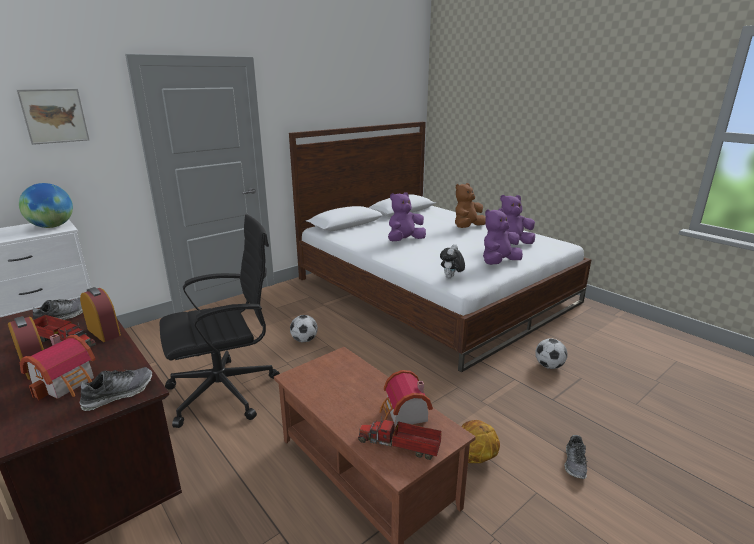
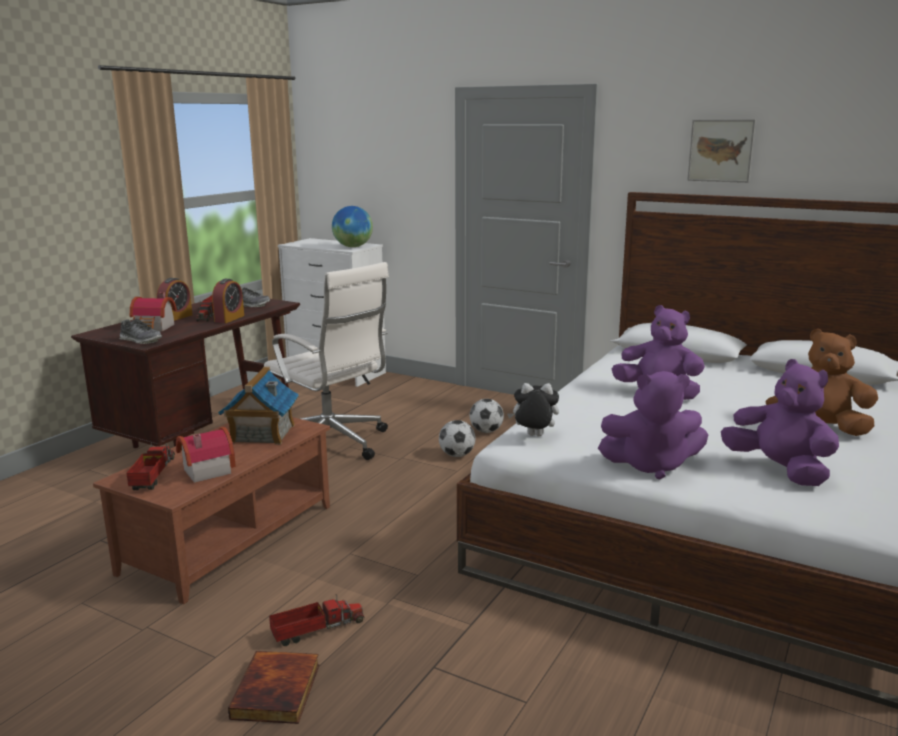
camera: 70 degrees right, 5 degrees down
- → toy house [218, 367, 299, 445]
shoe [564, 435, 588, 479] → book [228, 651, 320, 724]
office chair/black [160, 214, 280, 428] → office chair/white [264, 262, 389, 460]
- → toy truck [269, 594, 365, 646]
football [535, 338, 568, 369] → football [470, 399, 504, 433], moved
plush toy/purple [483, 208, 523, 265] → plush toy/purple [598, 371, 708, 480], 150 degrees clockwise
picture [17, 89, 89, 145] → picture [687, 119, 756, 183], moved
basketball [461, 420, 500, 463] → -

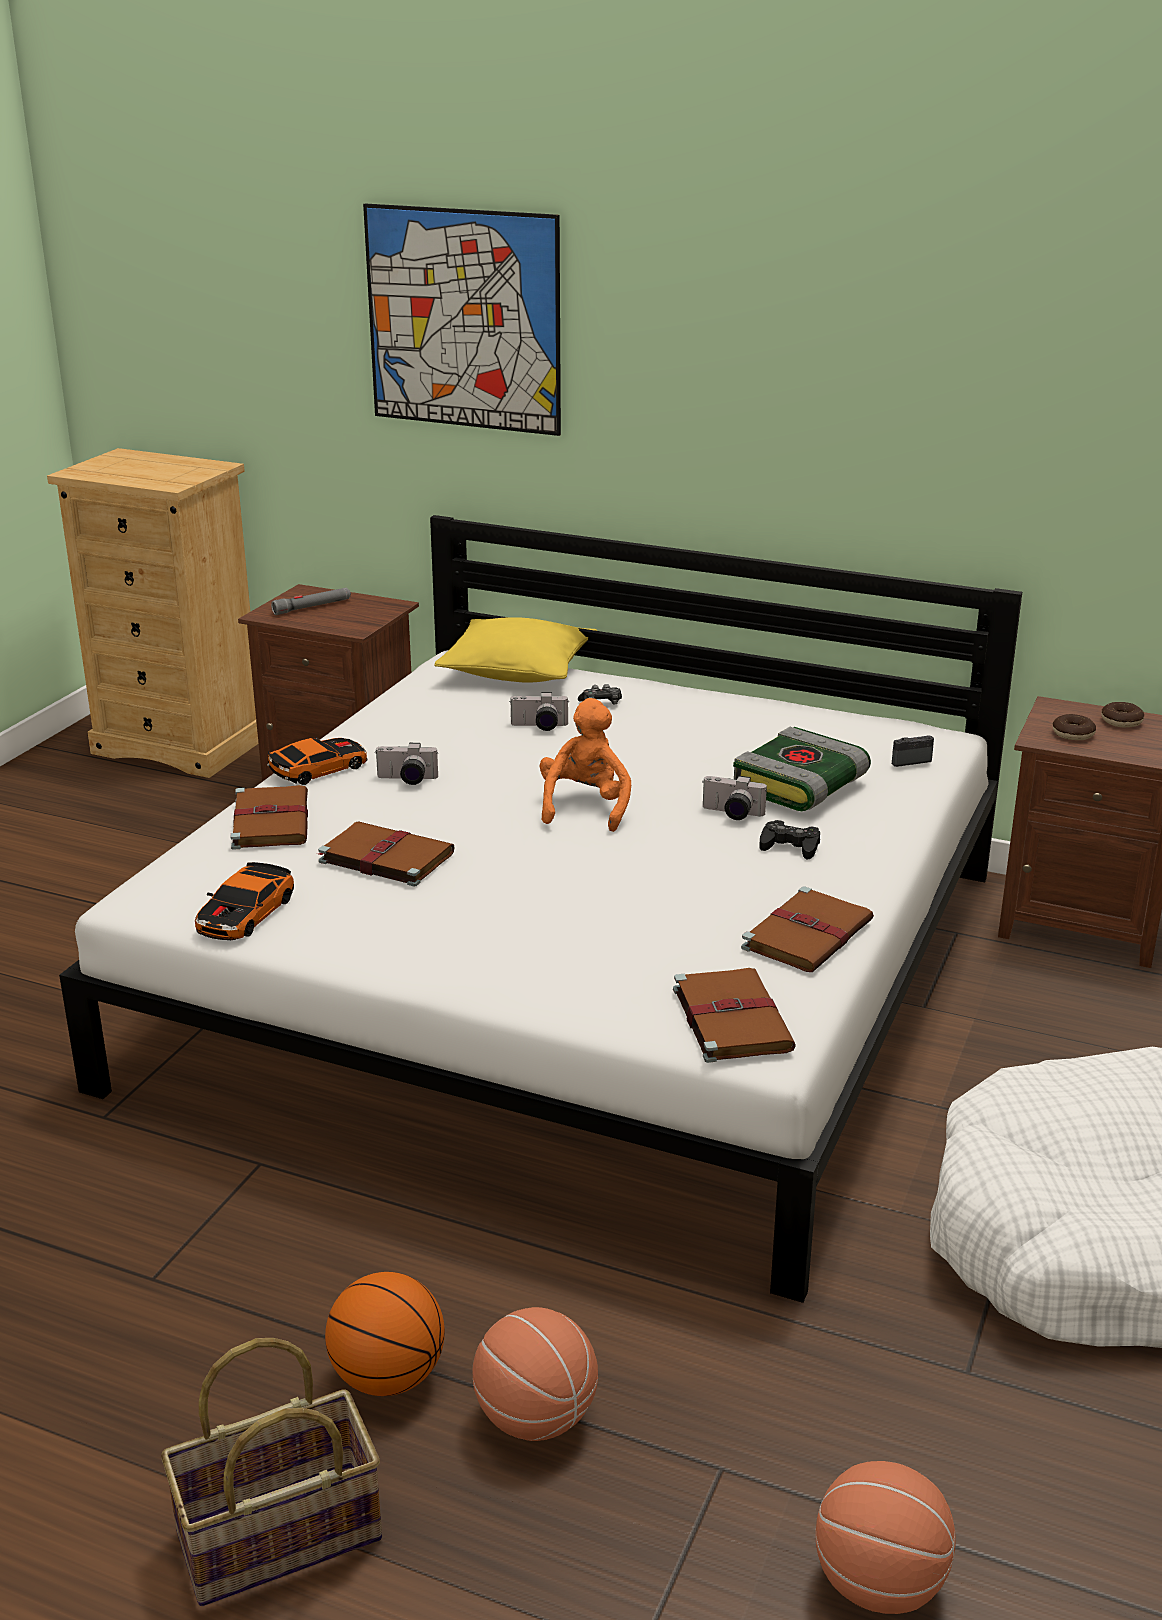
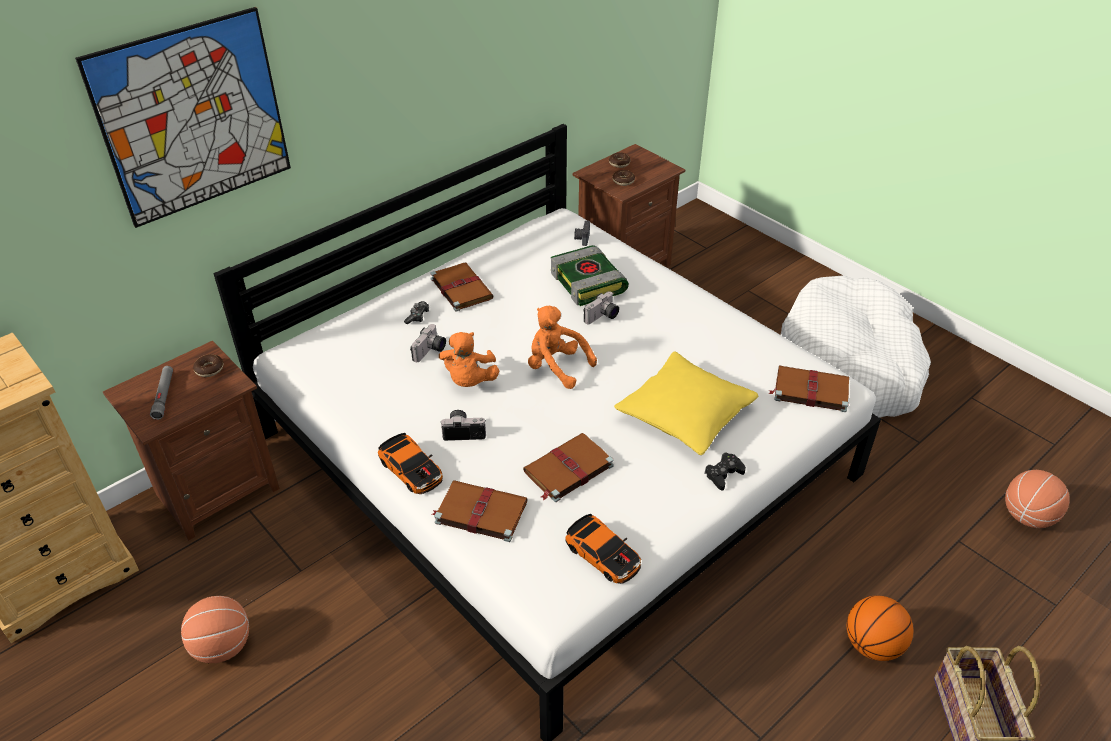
camera: 65 degrees left, 15 degrees up
basketball [472, 1307, 598, 1441] → basketball [181, 596, 249, 663], moved
- → donut [193, 354, 224, 377]
toy car [267, 737, 368, 785] → toy car [378, 433, 443, 494], 150 degrees clockwise
book/brown [741, 886, 874, 972] → book/brown [430, 263, 494, 312], moved
- → plush toy/orange [439, 332, 499, 387]
photo camera [375, 743, 438, 785] → photo camera [440, 410, 486, 441], 120 degrees counterclockwise
pillow/yellow [434, 617, 597, 682] → pillow/yellow [614, 351, 758, 455], moved
game controller/black [759, 820, 820, 860] → game controller/black [704, 452, 746, 490], moved

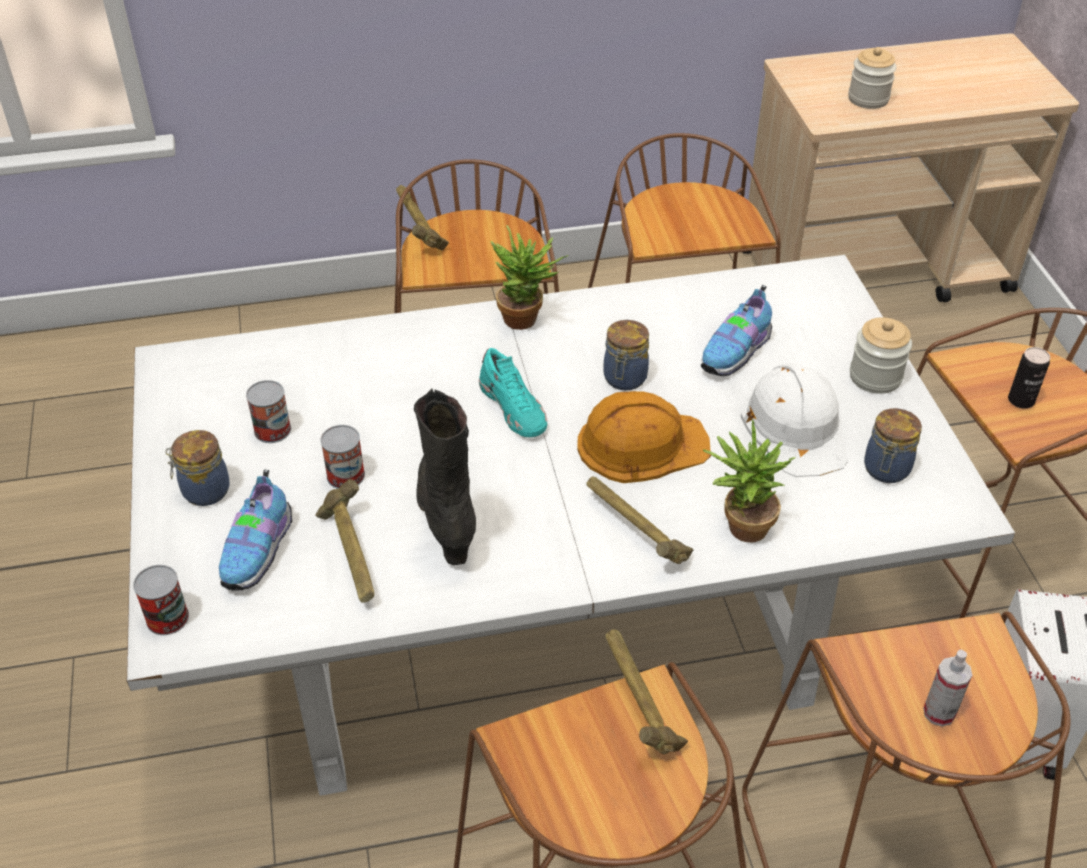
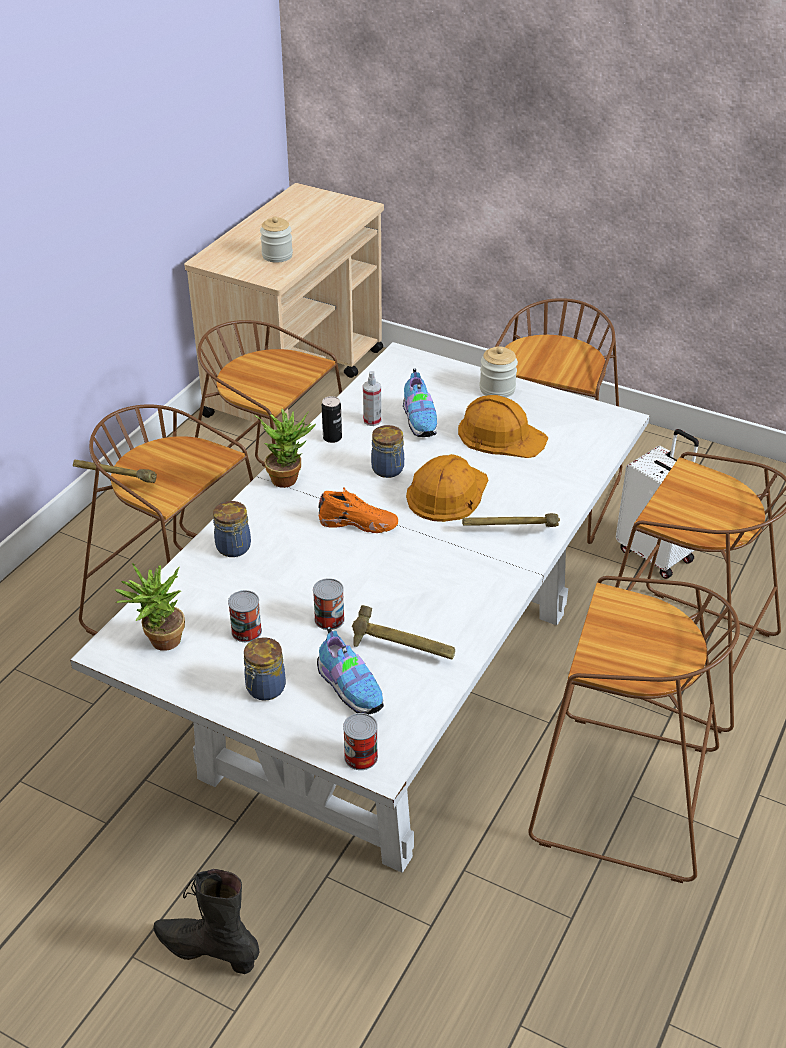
camera: 50 degrees left, 5 degrees down
potted plant [702, 420, 796, 543] → potted plant [115, 563, 185, 651], moved
boot/black [414, 388, 476, 565] → boot/black [153, 869, 260, 974], moved
jar [864, 408, 922, 483] → jar [213, 501, 251, 557], moved
shoe/turquoise [479, 348, 547, 437] → shoe/orange [318, 487, 398, 533]
can [1008, 347, 1050, 408] → can [322, 396, 342, 443], moved
spray bottle [923, 650, 972, 726] → spray bottle [363, 371, 381, 426], moved
hard hat/white [740, 363, 848, 477] → hard hat/orange [458, 395, 548, 458]
hammer [606, 629, 688, 754] → -

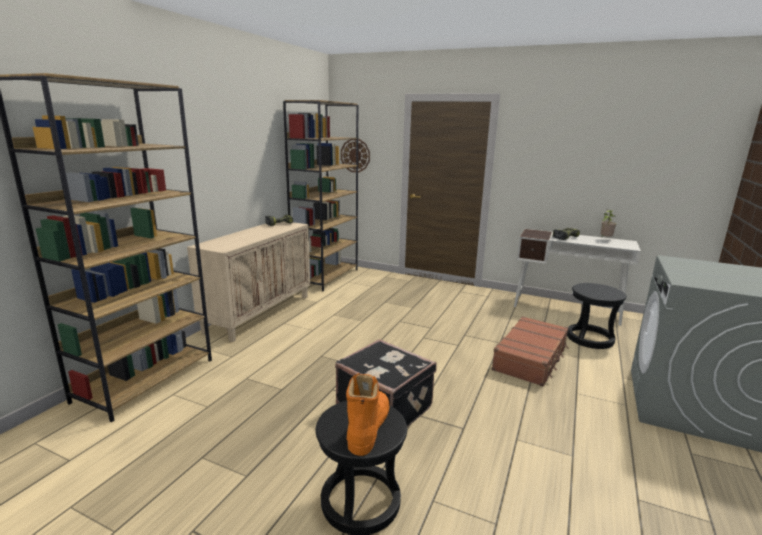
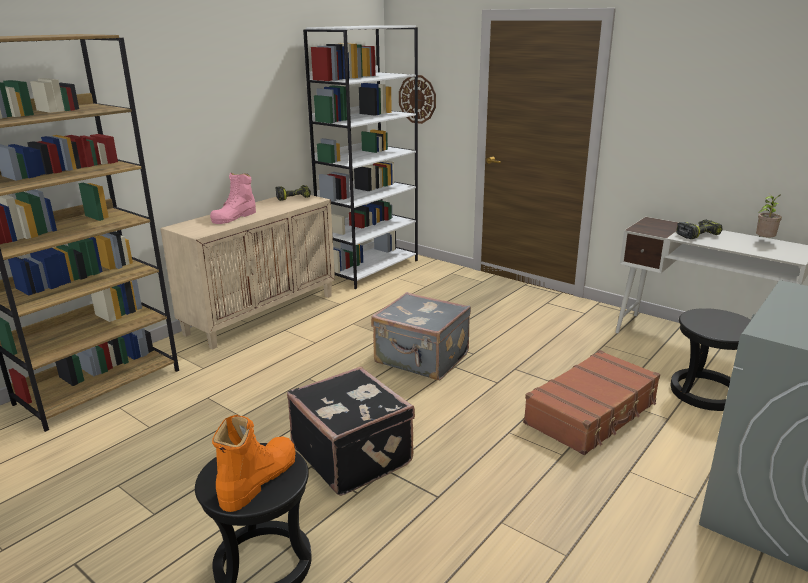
camera: 15 degrees right, 5 degrees up
- → boot/pink [210, 173, 256, 224]
bookcase/brown [283, 100, 358, 291] → bookcase/white [303, 25, 418, 289]
- → suitcase/grey [371, 292, 471, 380]

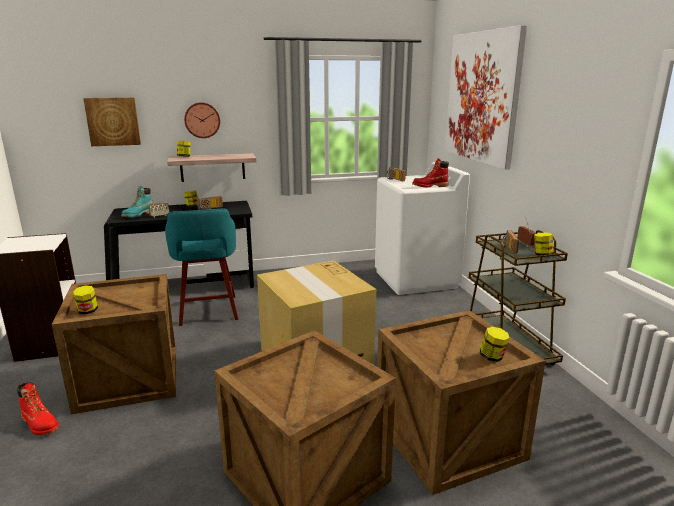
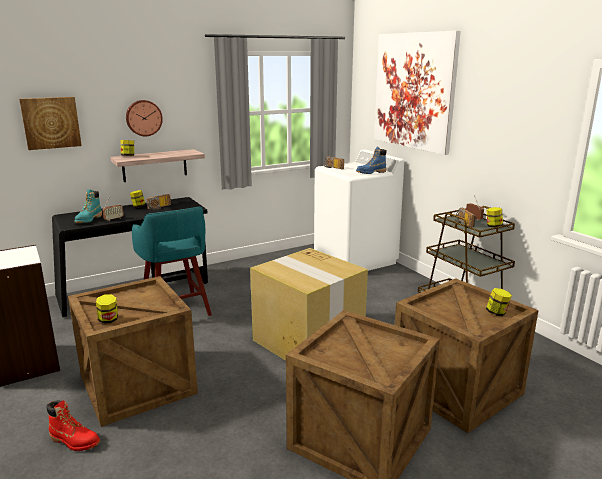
camera: 15 degrees left, 0 degrees up
boot/red [412, 158, 449, 188] → boot/blue [356, 147, 387, 174]

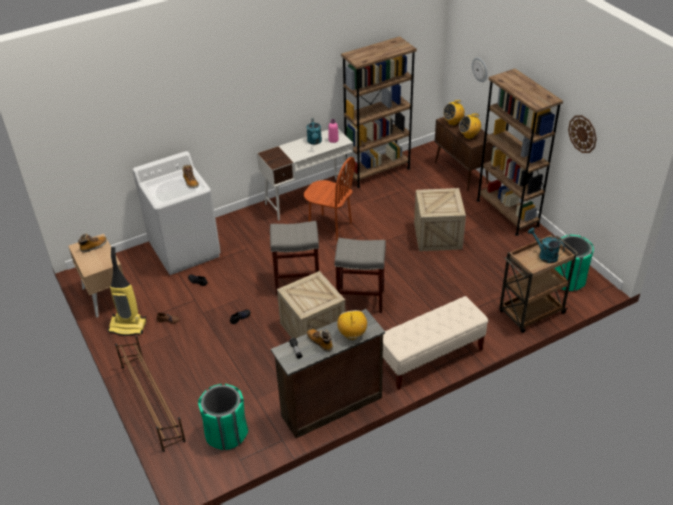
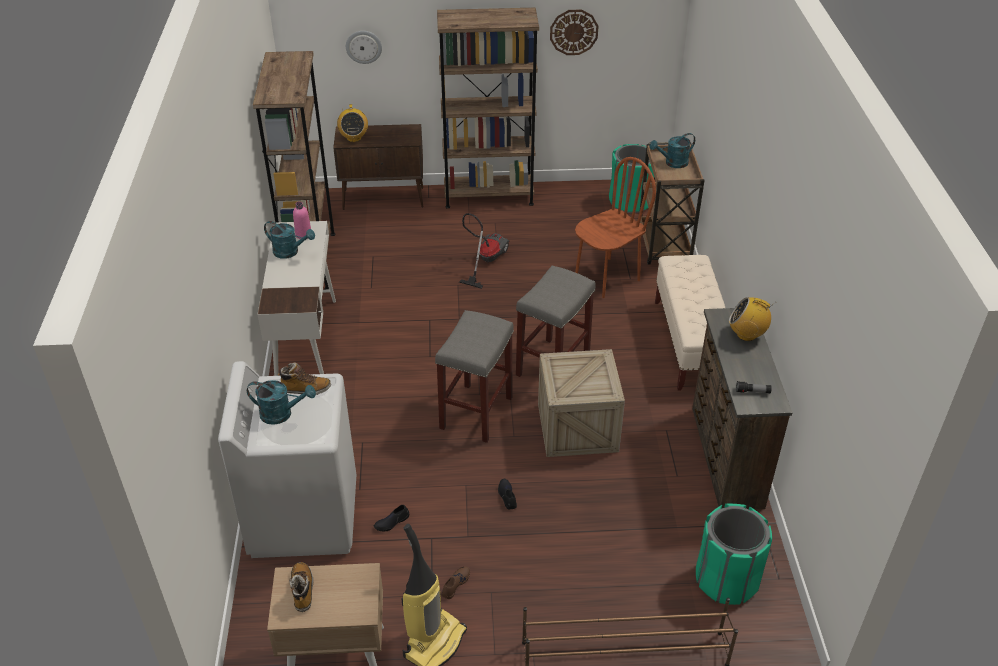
camera: 65 degrees left, 0 degrees up
- → watering can/turquoise [247, 380, 316, 425]
crate [414, 188, 466, 251] → vacuum cleaner [459, 213, 510, 289]
chair/brown [304, 157, 355, 241] → chair/brown [575, 157, 656, 298], moved
boot [307, 329, 333, 352] → -
radio [459, 114, 481, 139] → -

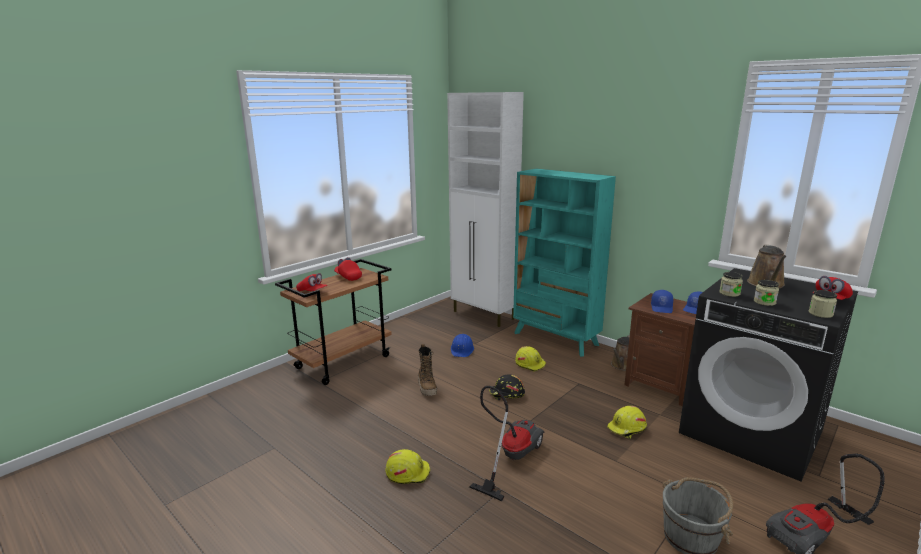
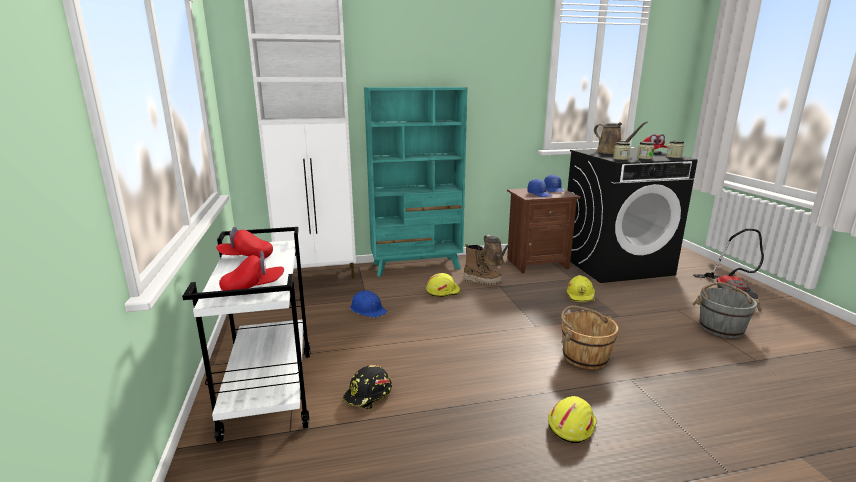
camera: 55 degrees left, 0 degrees up
cart/brown [275, 259, 392, 385] → cart/white [182, 227, 310, 442]
hard hat/black [489, 374, 525, 400] → hard hat/black [343, 365, 392, 410], moved
boot [418, 344, 437, 396] → boot [464, 243, 502, 285], moved
vacuum cleaner [469, 386, 545, 501] → bucket/brown [561, 306, 619, 370]

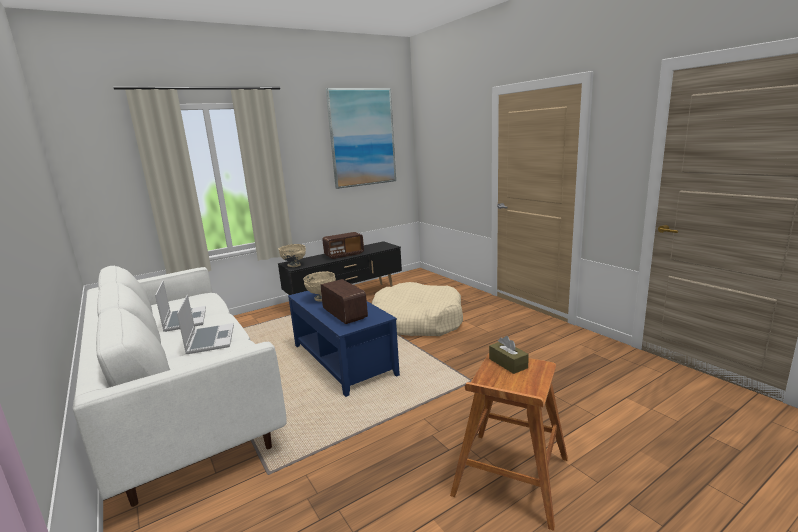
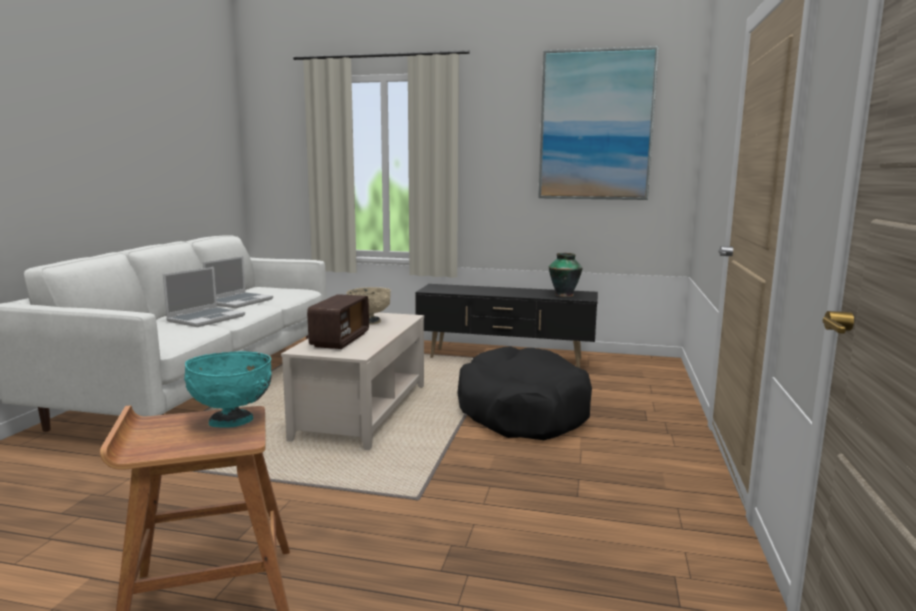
camera: 45 degrees right, 5 degrees down
tissue box/brown [489, 336, 529, 374] → bowl/turquoise [184, 351, 272, 427]
coffee table/blue [288, 291, 400, 397] → coffee table/beige [281, 313, 424, 450]
dog bed/beige [372, 282, 463, 336] → dog bed/black [457, 346, 592, 440]
- → vase [549, 253, 583, 297]
bowl/beige [279, 244, 306, 267] → -
radio [322, 232, 364, 259] → -

